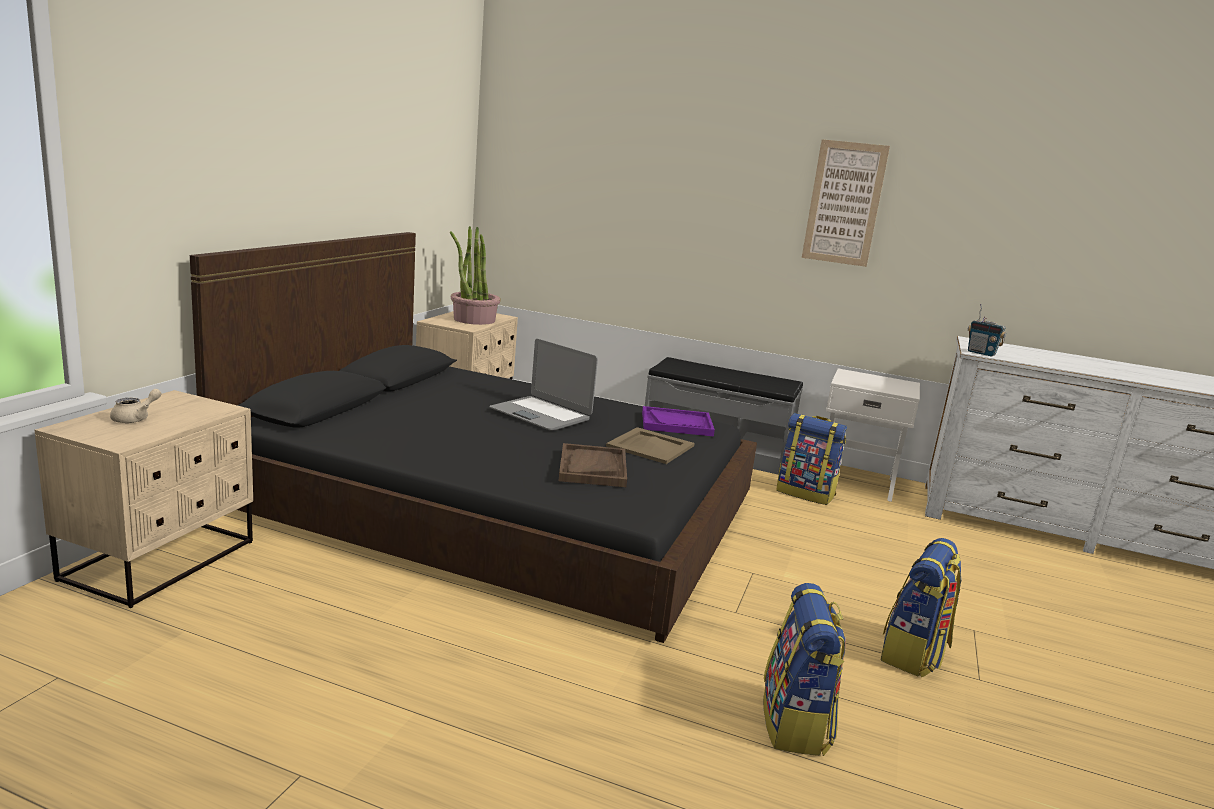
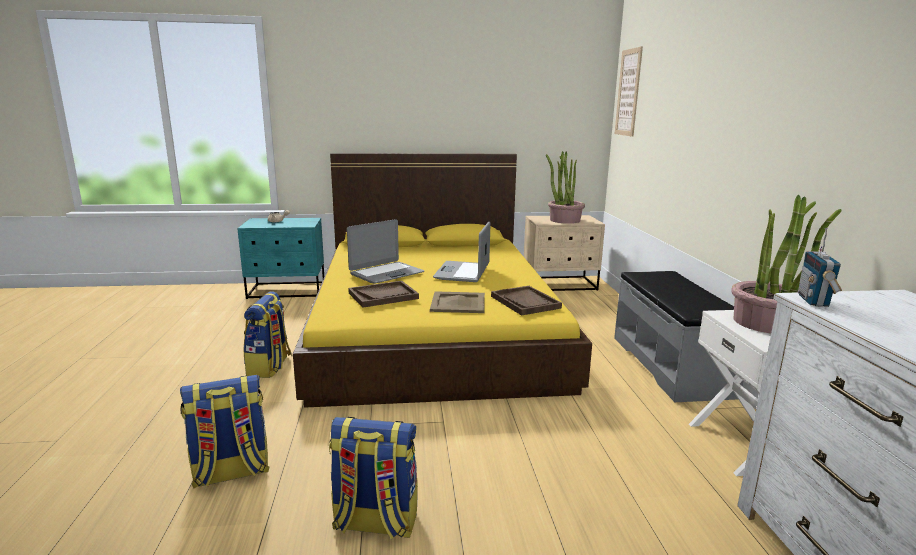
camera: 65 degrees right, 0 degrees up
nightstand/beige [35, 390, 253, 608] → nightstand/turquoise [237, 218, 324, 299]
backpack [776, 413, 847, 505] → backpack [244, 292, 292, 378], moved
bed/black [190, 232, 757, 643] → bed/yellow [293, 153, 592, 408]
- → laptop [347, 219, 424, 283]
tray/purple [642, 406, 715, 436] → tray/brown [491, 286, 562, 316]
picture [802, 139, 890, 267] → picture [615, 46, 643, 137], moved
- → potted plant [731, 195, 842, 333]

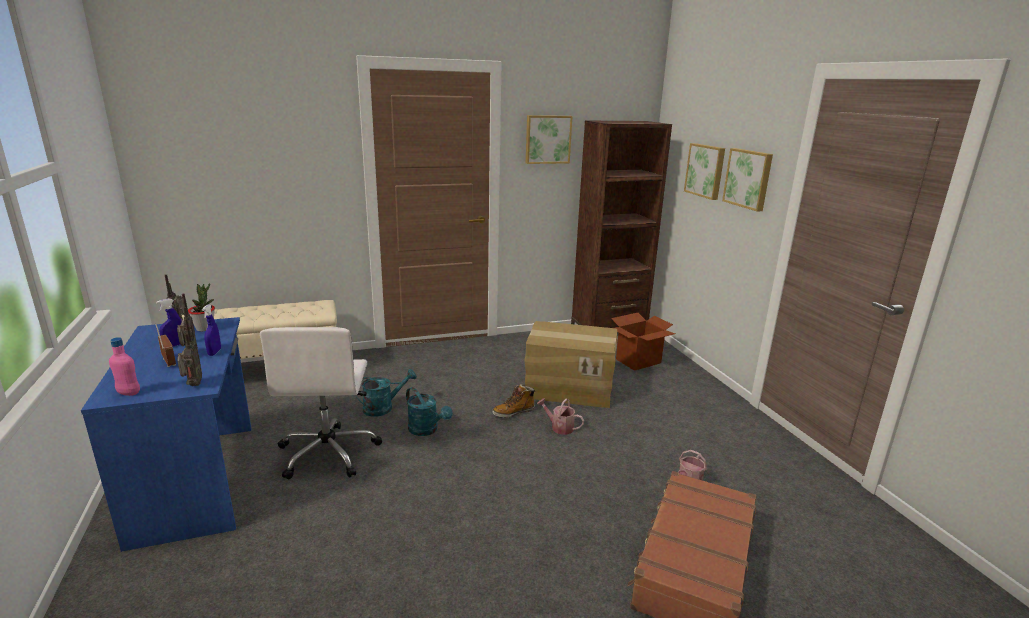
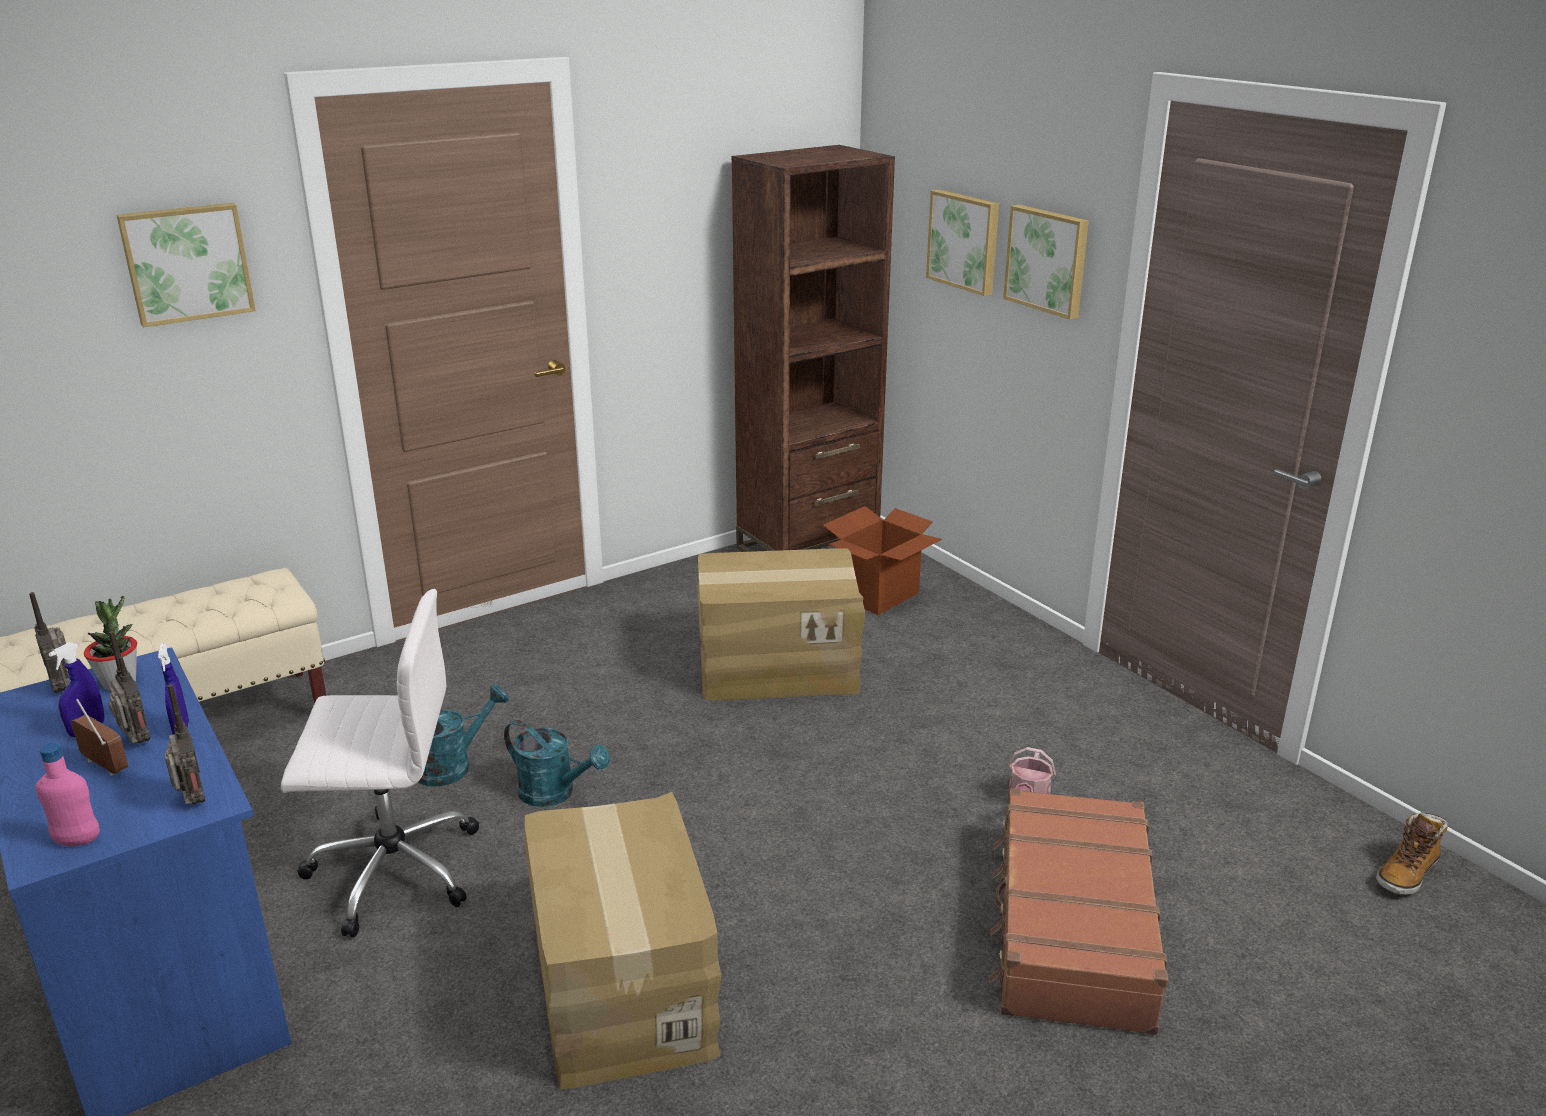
camera: 15 degrees left, 5 degrees up
picture [526, 115, 572, 164] → picture [116, 203, 256, 327], moved
office chair/white [260, 327, 382, 479] → office chair/white [281, 589, 479, 938], 75 degrees counterclockwise
- → cardboard box [525, 792, 721, 1089]
boot [492, 384, 535, 418] → boot [1376, 813, 1448, 895], moved
watering can [537, 398, 584, 435] → -

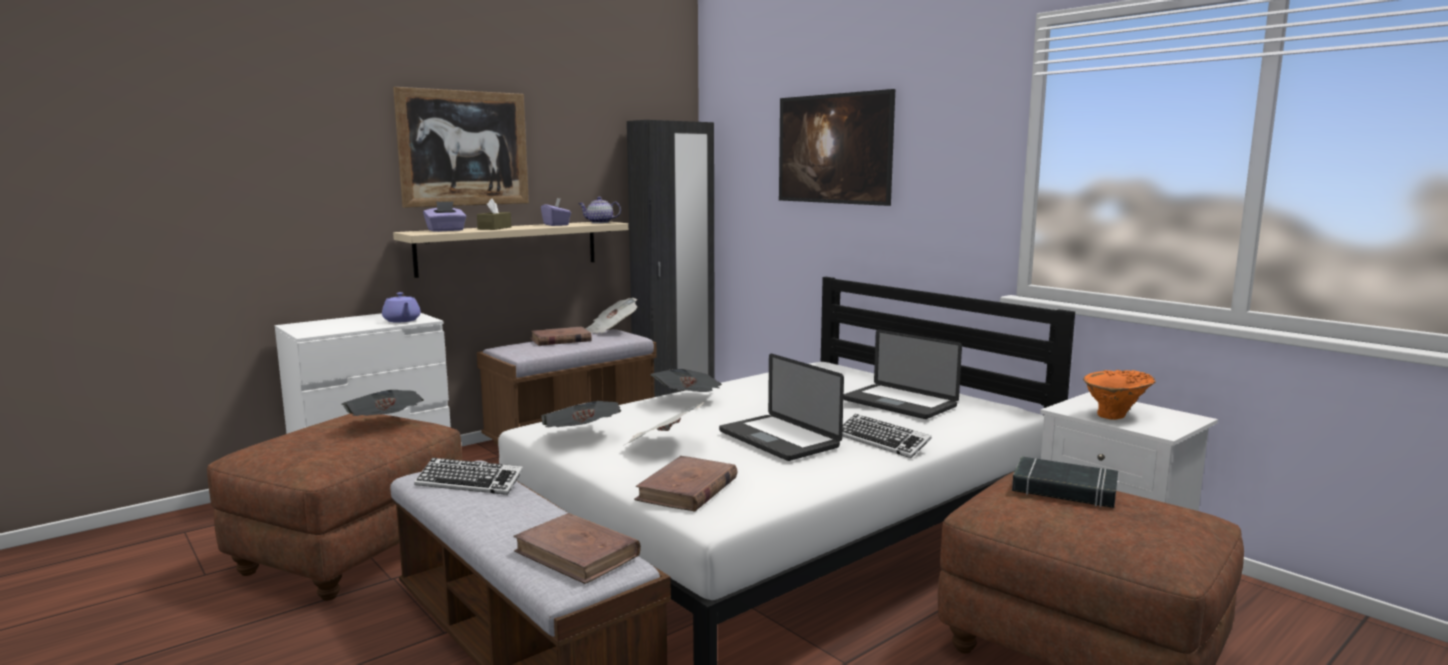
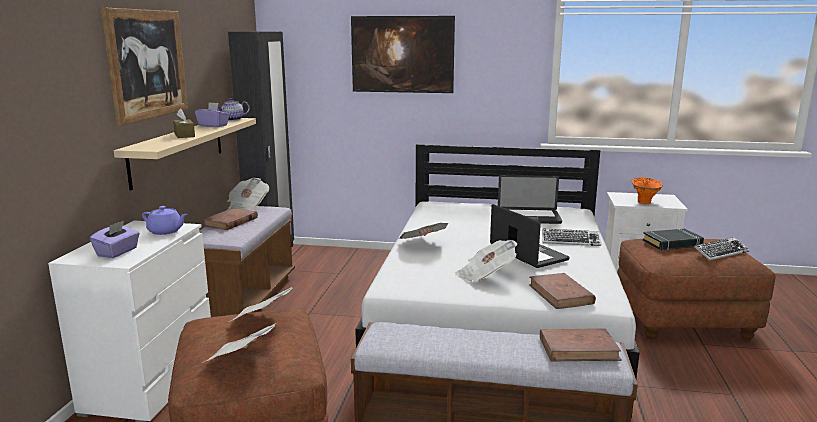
camera: 40 degrees left, 5 degrees up
tissue box/purple [423, 201, 467, 232] → tissue box/purple [90, 221, 140, 258], moved
newspaper [541, 401, 621, 427] → newspaper [202, 323, 276, 363], moved
laptop [719, 354, 844, 461] → laptop [490, 204, 569, 268], 135 degrees counterclockwise
keyboard [414, 458, 524, 495] → keyboard [694, 237, 750, 261], moved

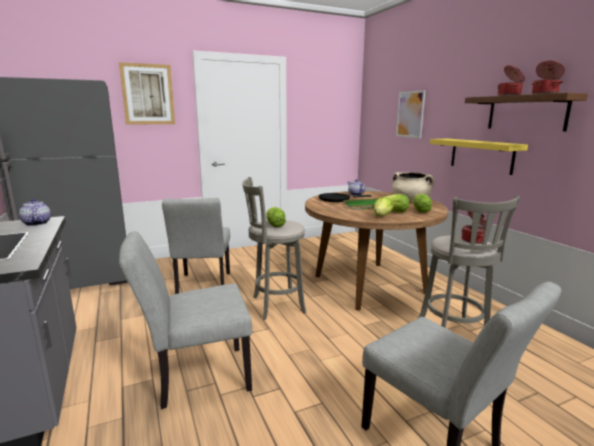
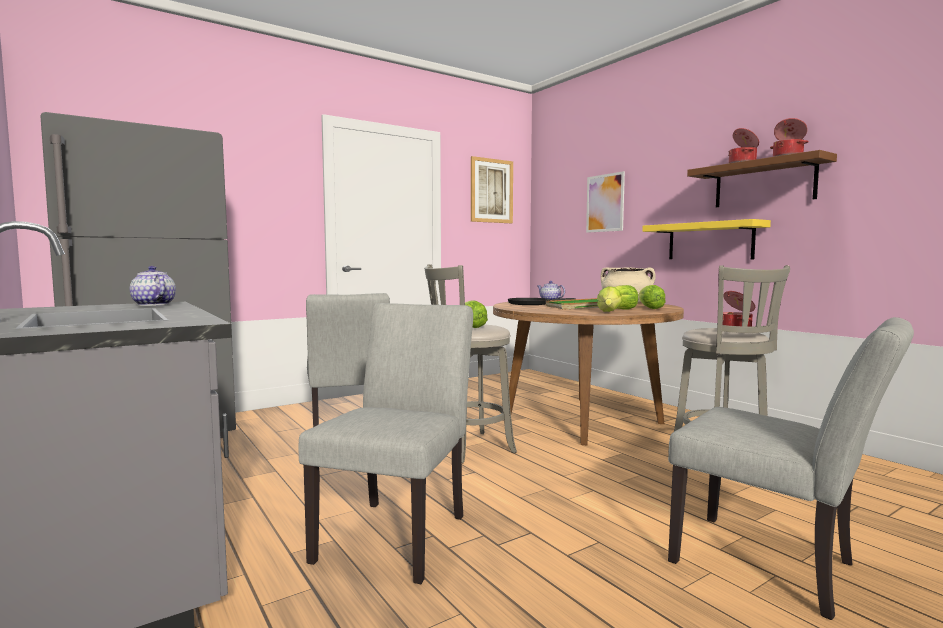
camera: 10 degrees left, 10 degrees down
chair/grey [119, 231, 252, 409] → chair/grey [298, 303, 473, 584], 135 degrees clockwise
picture [119, 62, 175, 125] → picture [471, 156, 513, 223], moved

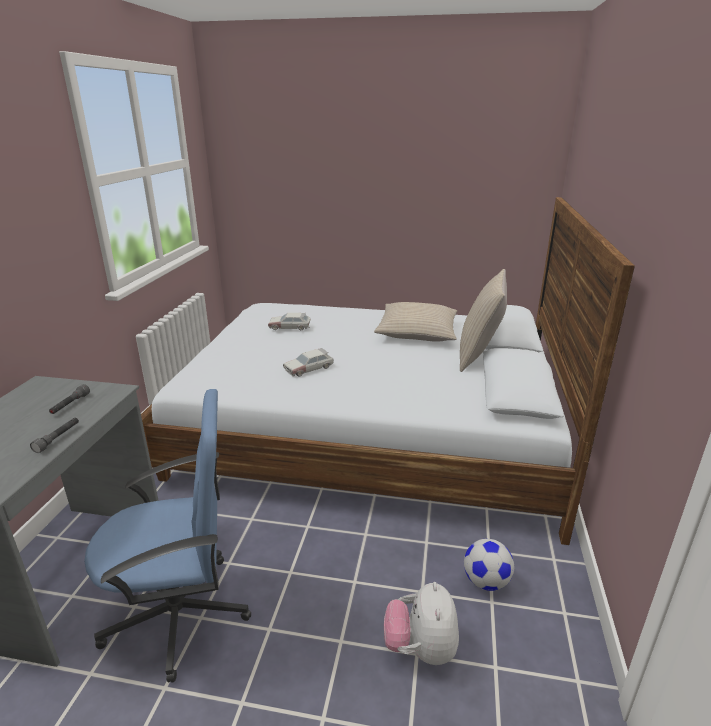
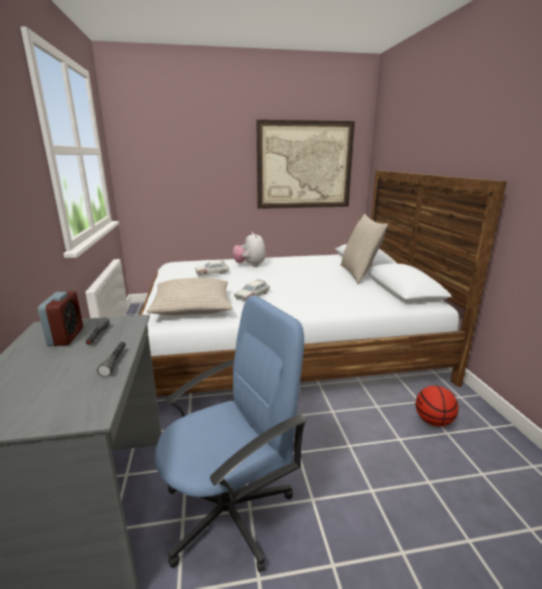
camera: 20 degrees left, 5 degrees down
- → alarm clock [38, 291, 83, 346]
pillow/beige [374, 302, 457, 342] → pillow/beige [147, 278, 233, 316], moved
plush toy [384, 582, 459, 665] → plush toy [233, 232, 266, 267], moved
- → picture [256, 120, 355, 209]
football [464, 539, 514, 591] → basketball [416, 386, 459, 427]

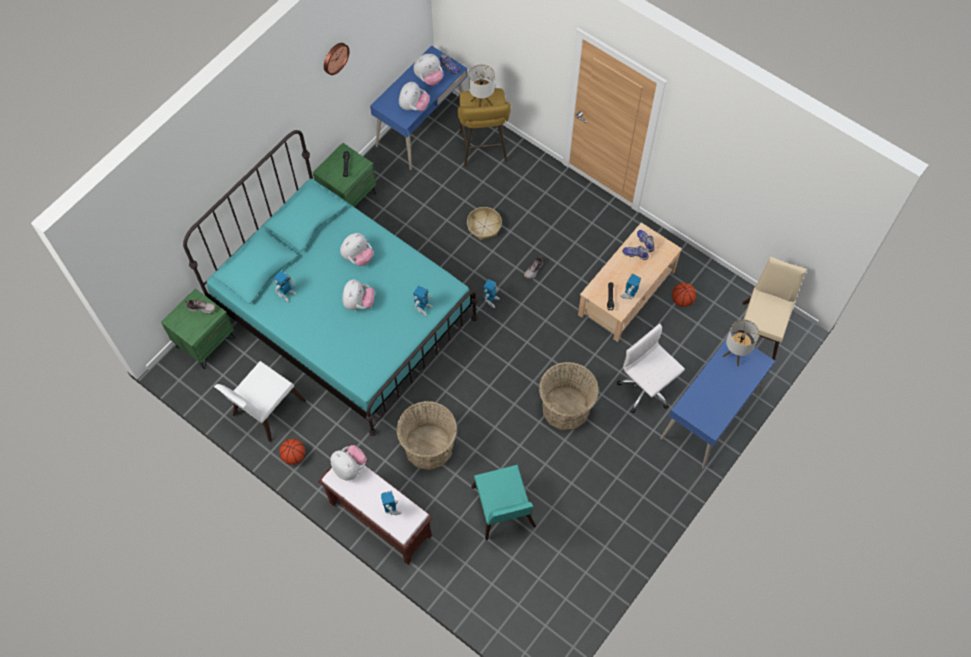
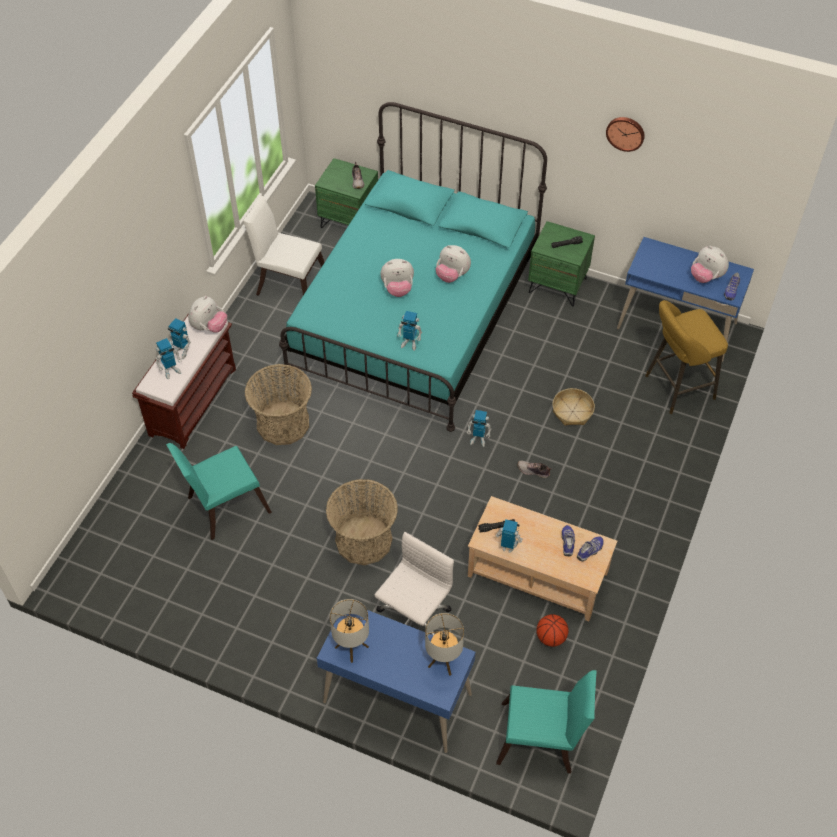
camera: 75 degrees right, 10 degrees down
toy robot [274, 271, 297, 303] → toy robot [168, 318, 191, 359], moved
table lamp [469, 64, 495, 107] → table lamp [330, 599, 369, 663], moved
chair/beige [739, 257, 806, 360] → chair/turquoise [496, 670, 597, 773]
basketball [279, 439, 305, 465] → -
plush toy [399, 81, 430, 111] → -

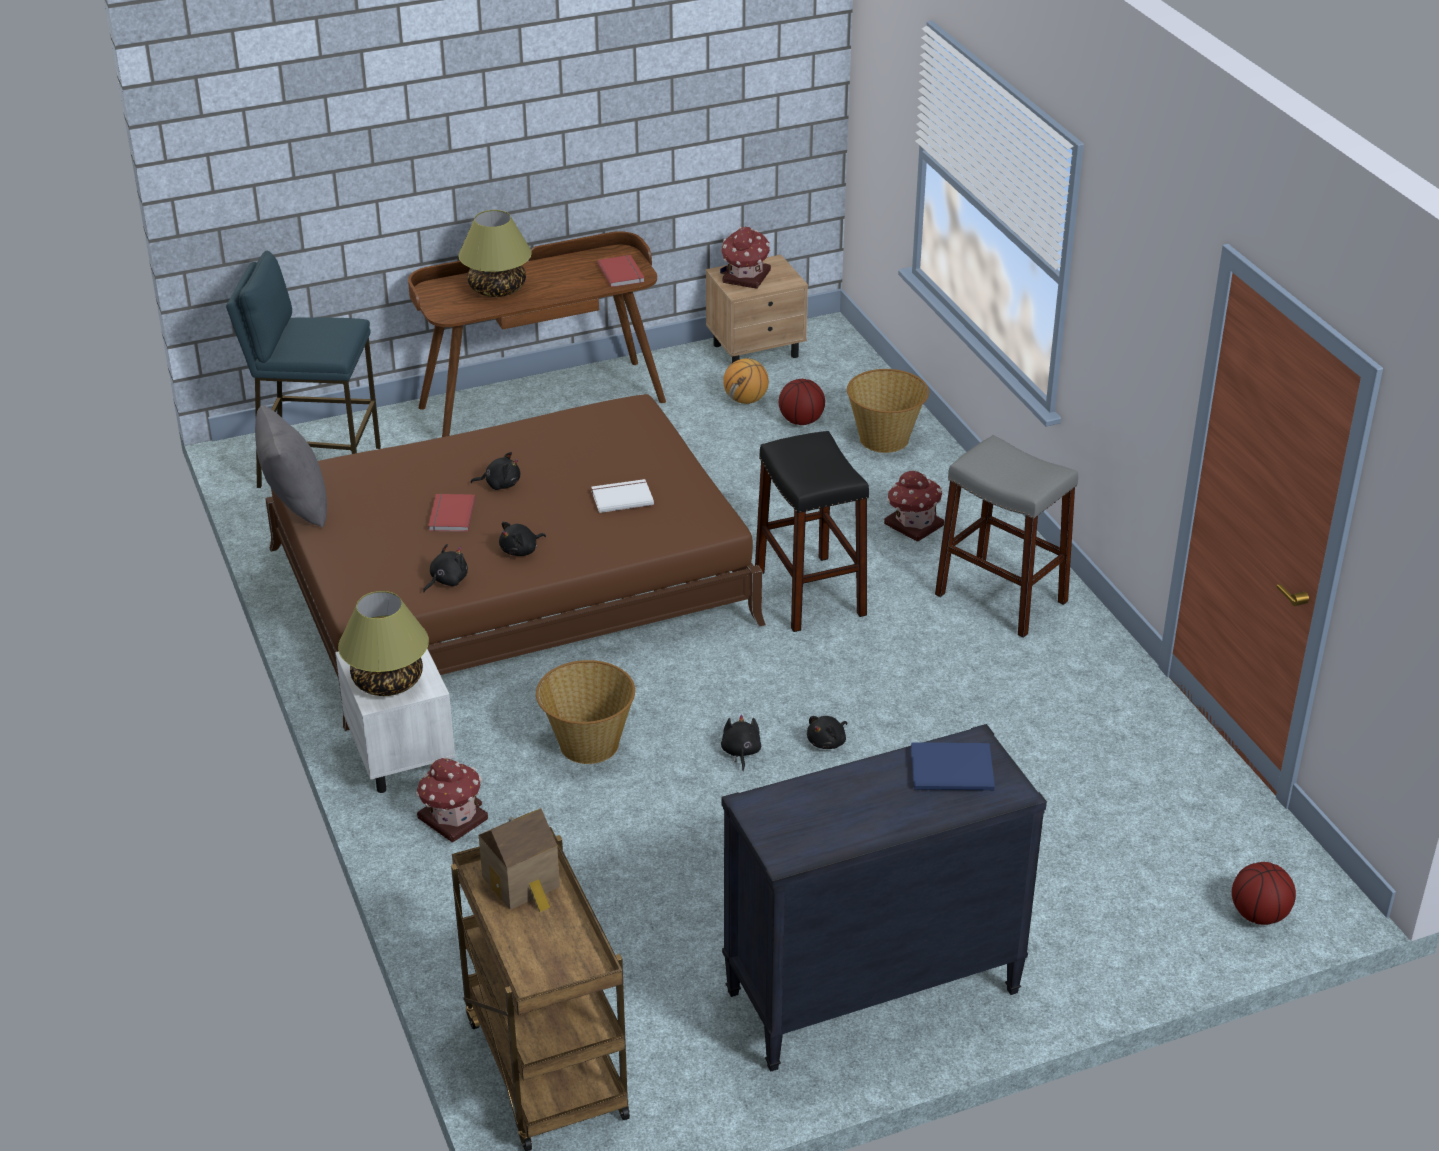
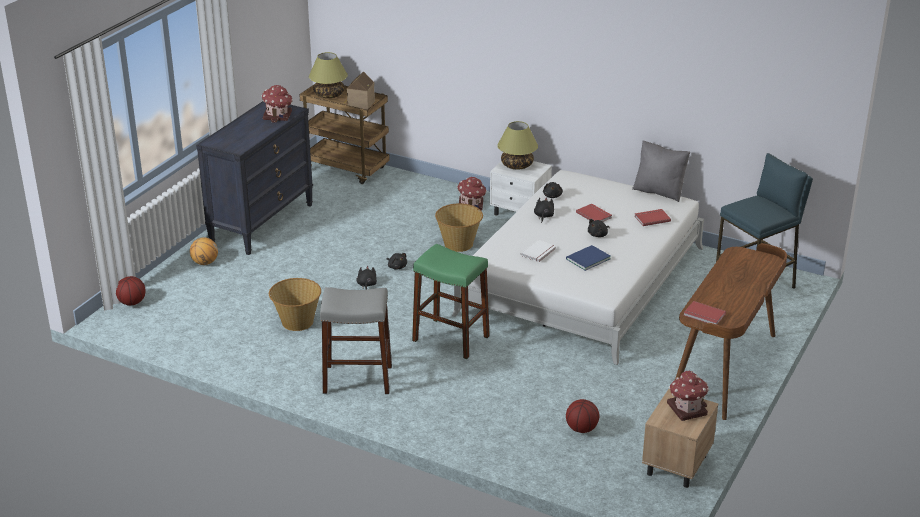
camera: 140 degrees right, 5 degrees down
basketball [723, 358, 769, 404] → basketball [190, 237, 218, 265], moved
toy house [884, 471, 944, 542] → toy house [261, 85, 293, 123], moved
basket [847, 369, 929, 453] → basket [269, 278, 321, 331], moved
table lamp [459, 210, 532, 297] → table lamp [309, 52, 348, 98], moved
stool/black [755, 431, 869, 632] → stool/green [412, 244, 490, 359]
bed/brown [265, 394, 766, 731] → bed/white [452, 170, 704, 365]
book/blue [911, 742, 995, 790] → book/blue [566, 245, 610, 271], moved
- → book/red [634, 209, 671, 226]

